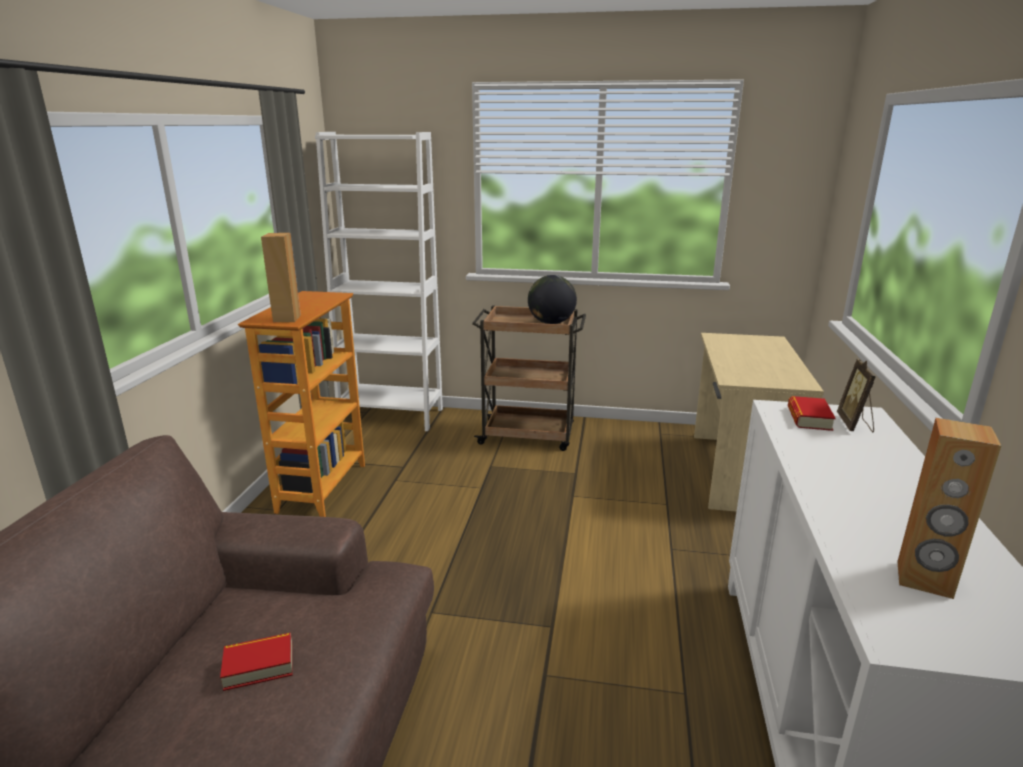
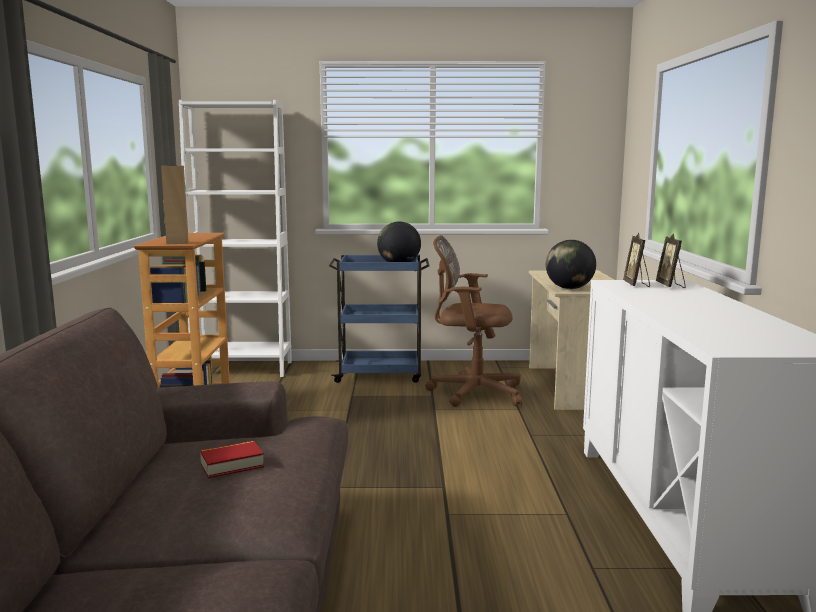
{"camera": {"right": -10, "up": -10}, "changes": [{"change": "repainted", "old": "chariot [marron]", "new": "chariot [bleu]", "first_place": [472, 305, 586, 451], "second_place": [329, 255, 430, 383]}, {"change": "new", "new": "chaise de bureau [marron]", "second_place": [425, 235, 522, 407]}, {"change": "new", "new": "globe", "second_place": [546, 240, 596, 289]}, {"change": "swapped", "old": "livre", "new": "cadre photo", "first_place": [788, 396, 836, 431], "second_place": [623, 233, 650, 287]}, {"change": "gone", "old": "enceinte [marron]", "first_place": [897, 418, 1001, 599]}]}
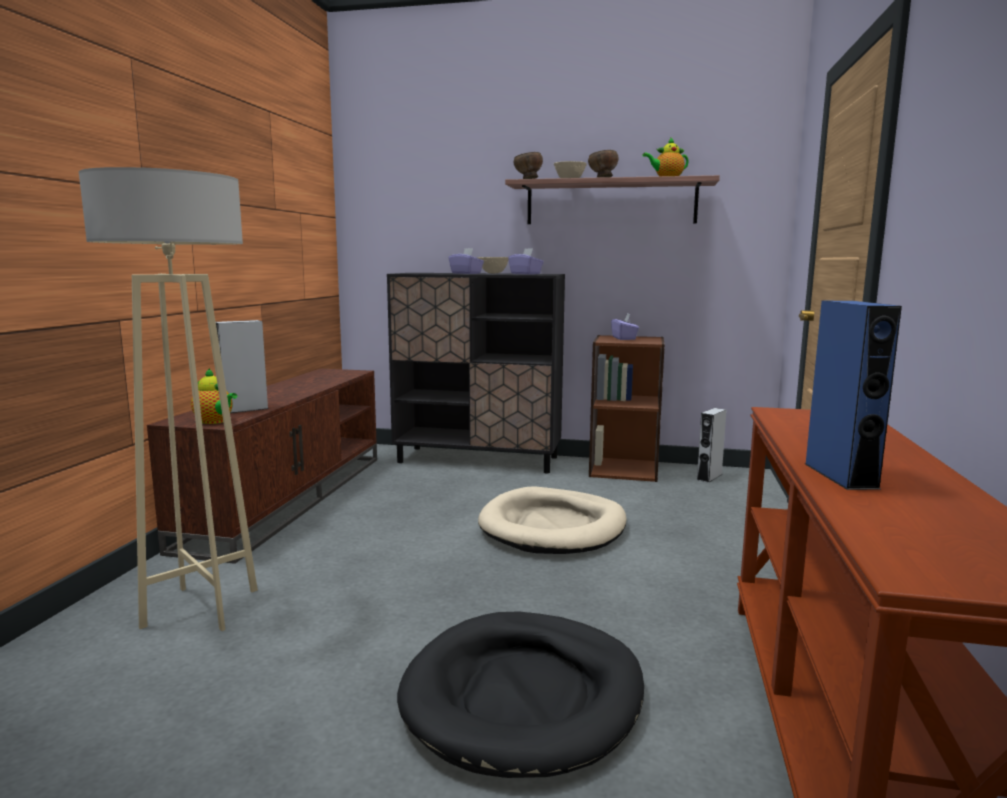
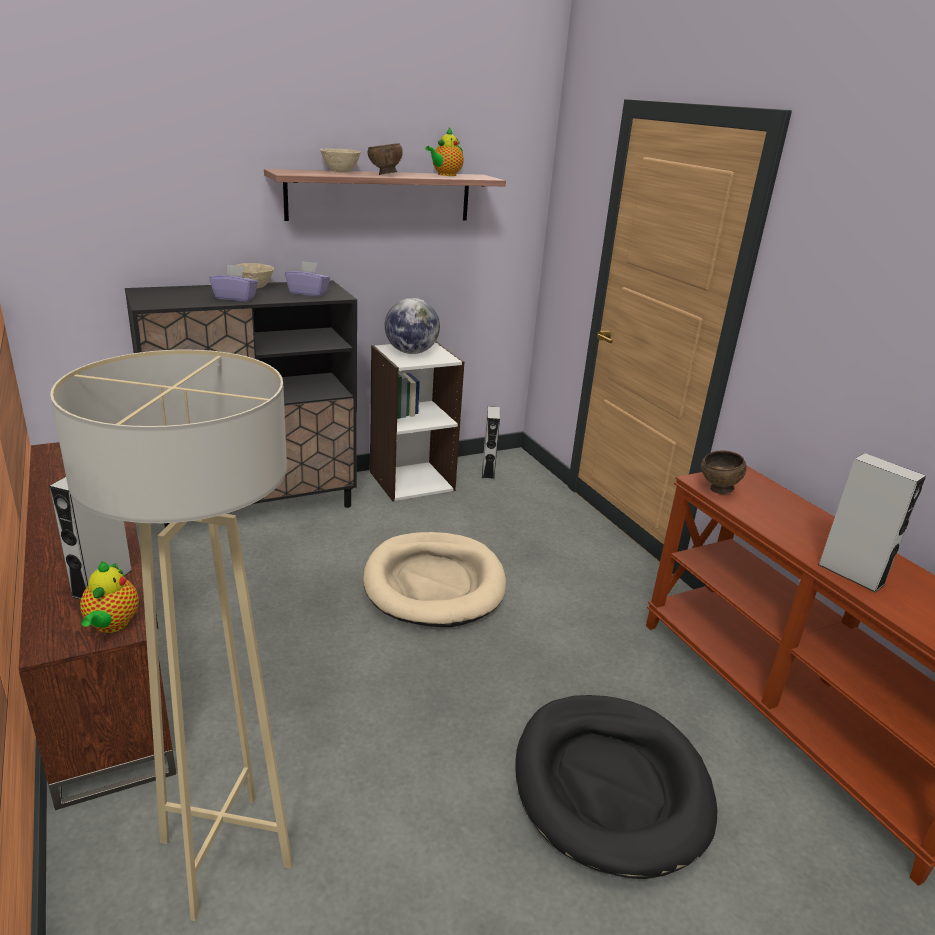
{"camera": {"right": -40, "up": 15}, "changes": [{"change": "rotated", "old": "théière", "first_place": [191, 368, 237, 424], "second_place": [80, 561, 139, 633], "degrees": 90}, {"change": "repainted", "old": "bibliothèque [marron]", "new": "bibliothèque [blanc]", "first_place": [589, 335, 665, 482], "second_place": [370, 341, 465, 501]}, {"change": "swapped", "old": "boîte à mouchoirs [violet]", "new": "globe", "first_place": [611, 313, 639, 340], "second_place": [385, 298, 440, 354]}, {"change": "shifted", "old": "bol [marron]", "first_place": [514, 152, 543, 179], "second_place": [701, 450, 747, 494]}, {"change": "repainted", "old": "enceinte [bleu]", "new": "enceinte [gris]", "first_place": [805, 301, 902, 490], "second_place": [818, 453, 926, 593]}]}
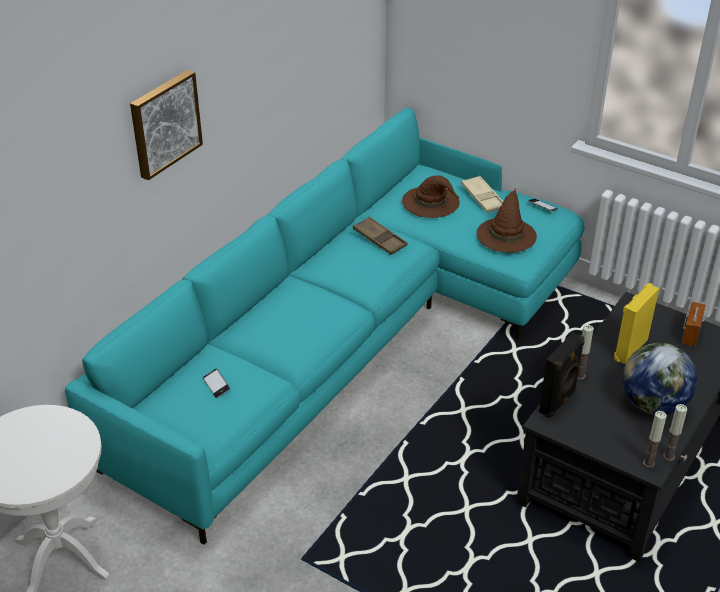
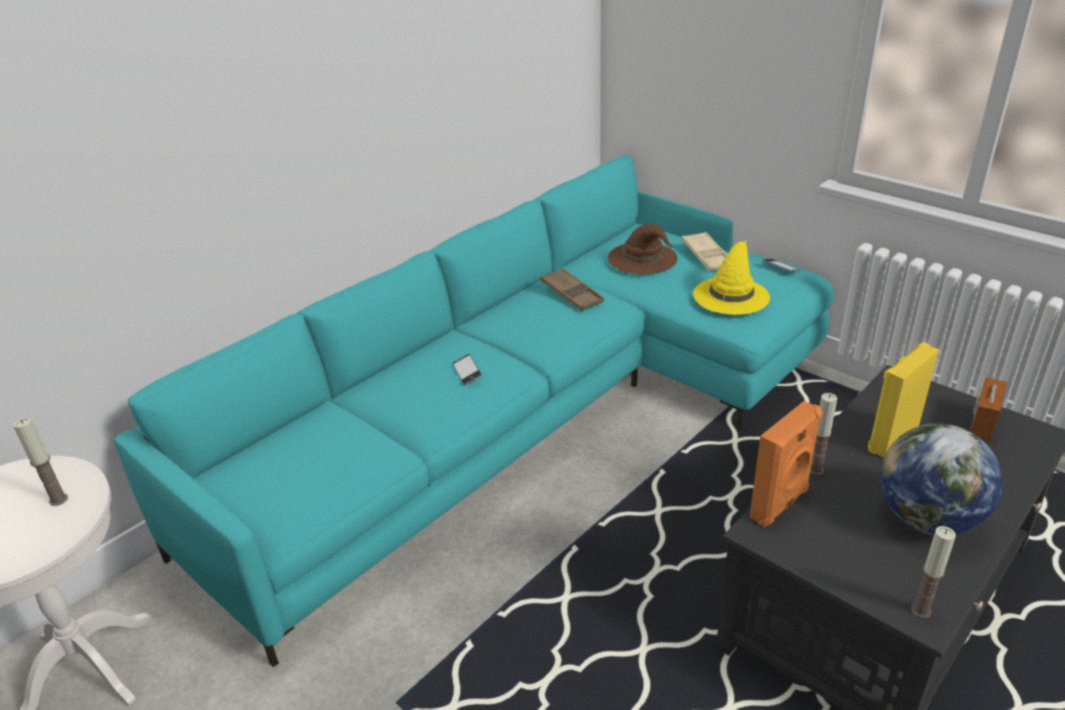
{"camera": {"right": 10, "up": -5}, "changes": [{"change": "shifted", "old": "bougie", "first_place": [663, 404, 687, 461], "second_place": [13, 417, 68, 506]}, {"change": "shifted", "old": "téléphone", "first_place": [203, 369, 230, 398], "second_place": [452, 354, 482, 385]}, {"change": "repainted", "old": "chapeau [marron]", "new": "chapeau [jaune]", "first_place": [476, 188, 537, 253], "second_place": [693, 241, 770, 315]}, {"change": "repainted", "old": "enceinte [noir]", "new": "enceinte [orange]", "first_place": [539, 332, 584, 418], "second_place": [749, 401, 822, 527]}, {"change": "gone", "old": "tableau", "first_place": [130, 70, 203, 180]}]}
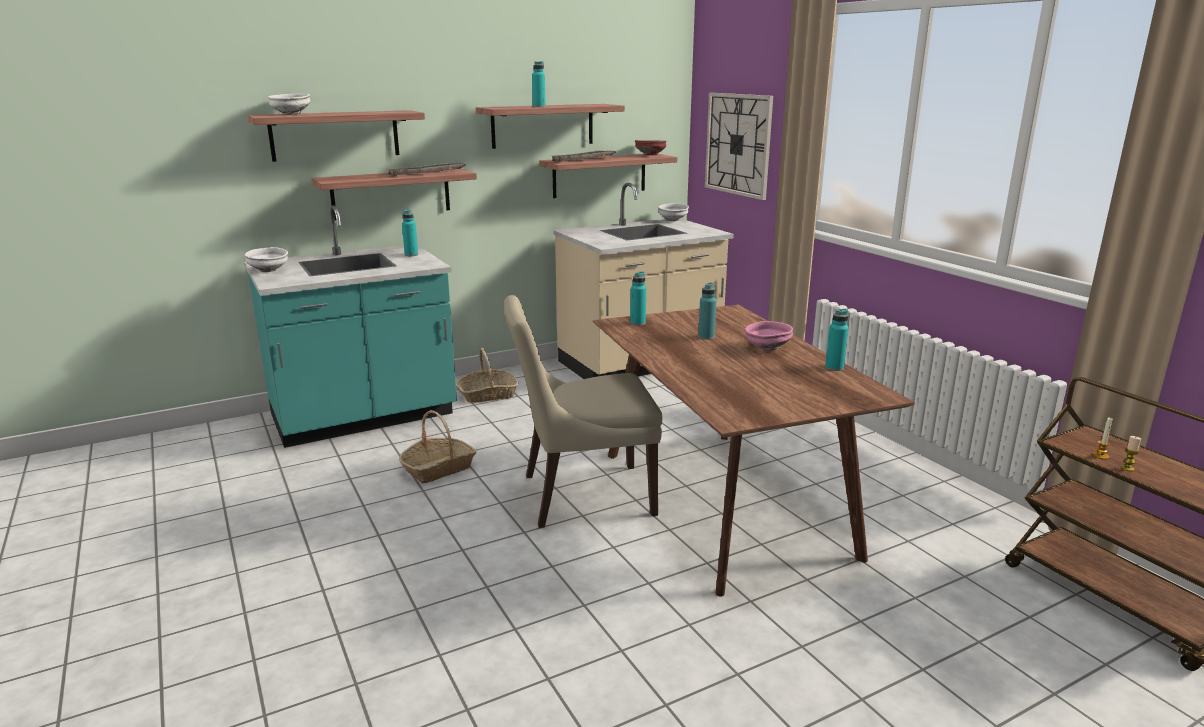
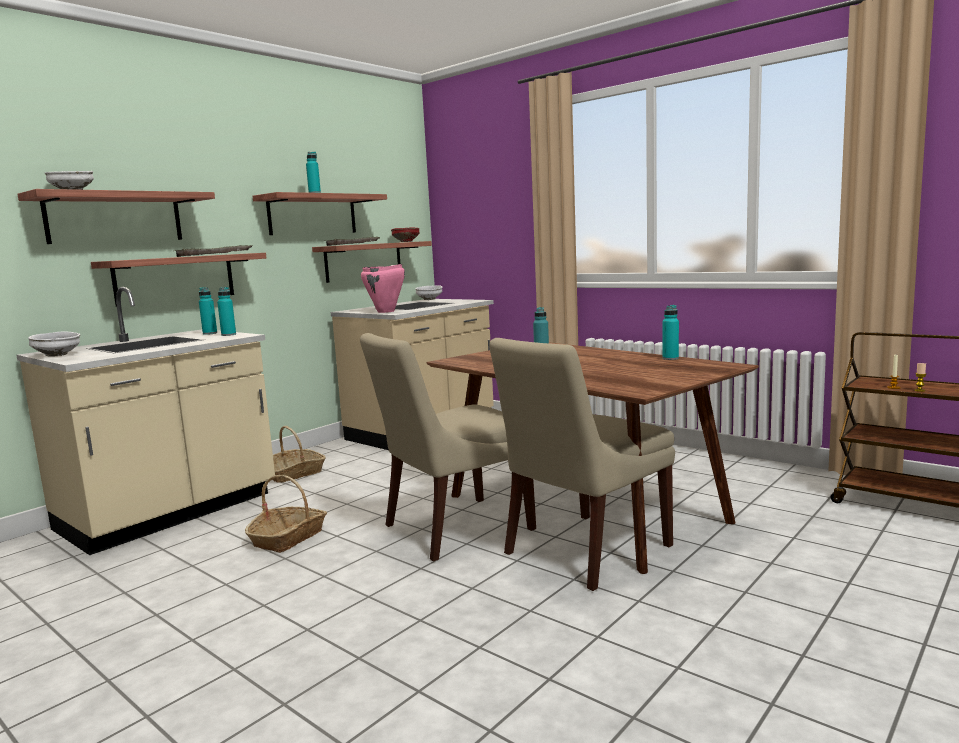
{"camera": {"right": -20, "up": -10}, "changes": [{"change": "repainted", "old": "comptoir de cuisine [turquoise]", "new": "comptoir de cuisine [beige]", "first_place": [244, 205, 457, 448], "second_place": [16, 287, 275, 555]}, {"change": "shifted", "old": "bouteille [turquoise]", "first_place": [630, 272, 646, 325], "second_place": [217, 287, 236, 336]}, {"change": "new", "new": "marmite [rose]", "second_place": [361, 264, 405, 313]}, {"change": "new", "new": "chaise [beige]", "second_place": [489, 338, 675, 591]}, {"change": "gone", "old": "horloge murale", "first_place": [705, 93, 773, 200]}, {"change": "gone", "old": "bol [rose]", "first_place": [745, 321, 793, 350]}]}
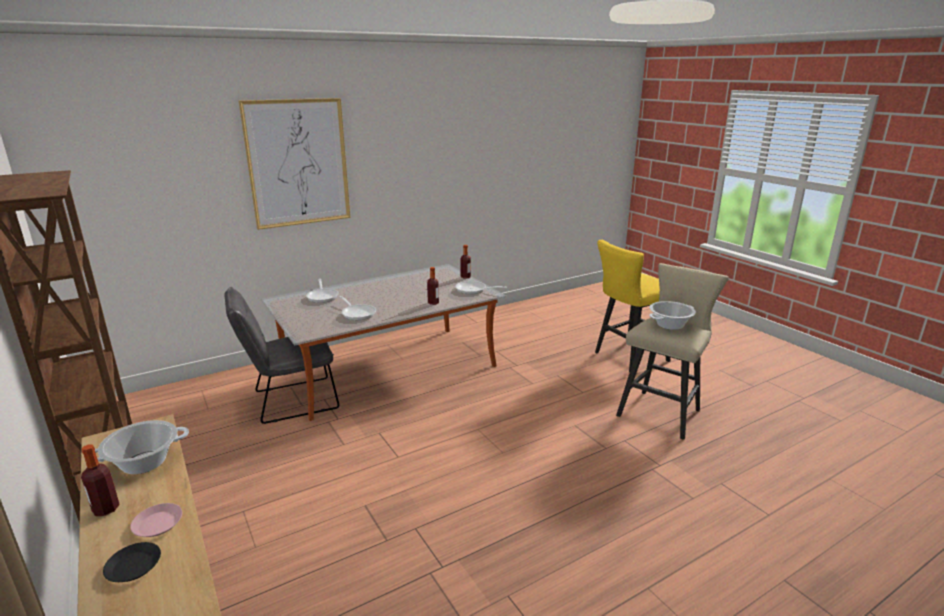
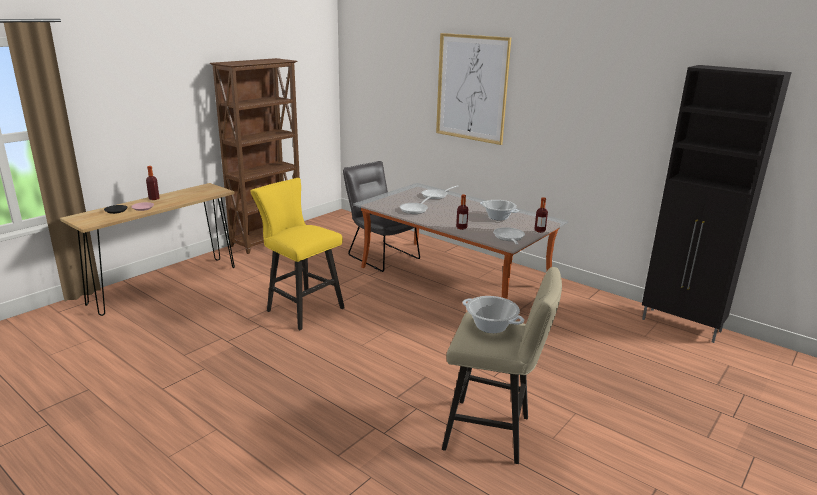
{"camera": {"right": 70, "up": 0}, "changes": [{"change": "shifted", "old": "tabouret [jaune]", "first_place": [595, 240, 671, 372], "second_place": [250, 178, 345, 330]}, {"change": "shifted", "old": "marmite", "first_place": [95, 420, 189, 474], "second_place": [480, 200, 519, 221]}, {"change": "new", "new": "meuble de rangement [noir]", "second_place": [642, 65, 792, 343]}]}
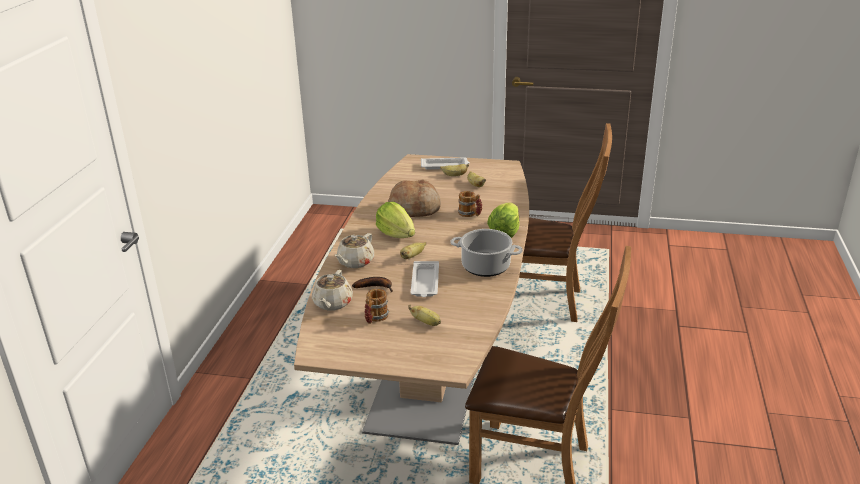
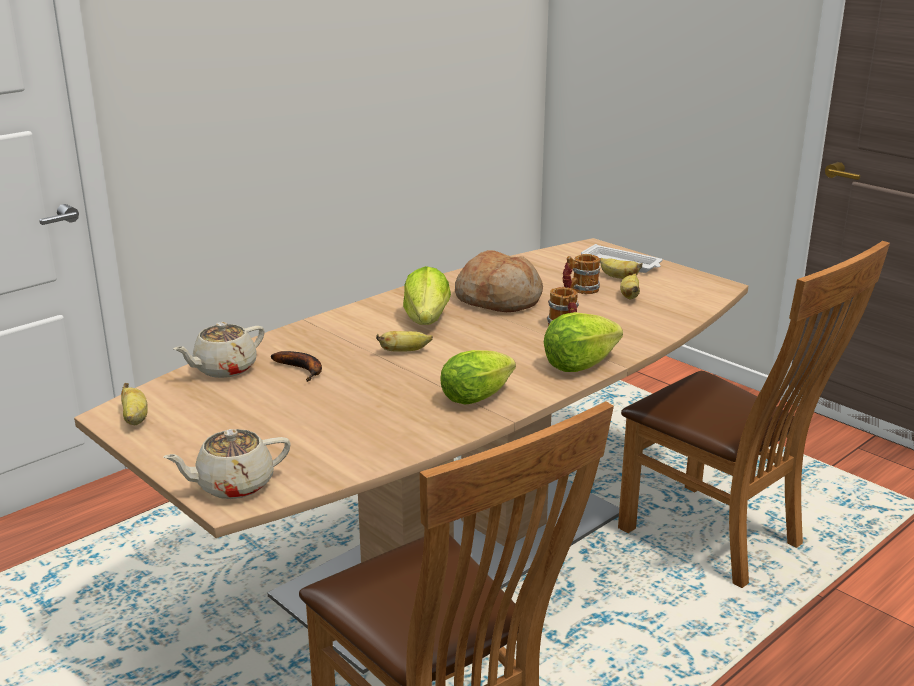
{"camera": {"right": 35, "up": -5}, "changes": [{"change": "shifted", "old": "banane", "first_place": [408, 304, 441, 326], "second_place": [121, 383, 148, 425]}, {"change": "shifted", "old": "théière [beige]", "first_place": [335, 233, 374, 268], "second_place": [163, 429, 291, 499]}, {"change": "swapped", "old": "marmite", "new": "laitue", "first_place": [451, 229, 523, 277], "second_place": [440, 350, 516, 404]}, {"change": "shifted", "old": "mug", "first_place": [365, 289, 389, 324], "second_place": [562, 254, 600, 294]}, {"change": "gone", "old": "plateau [blanc]", "first_place": [411, 261, 439, 297]}]}
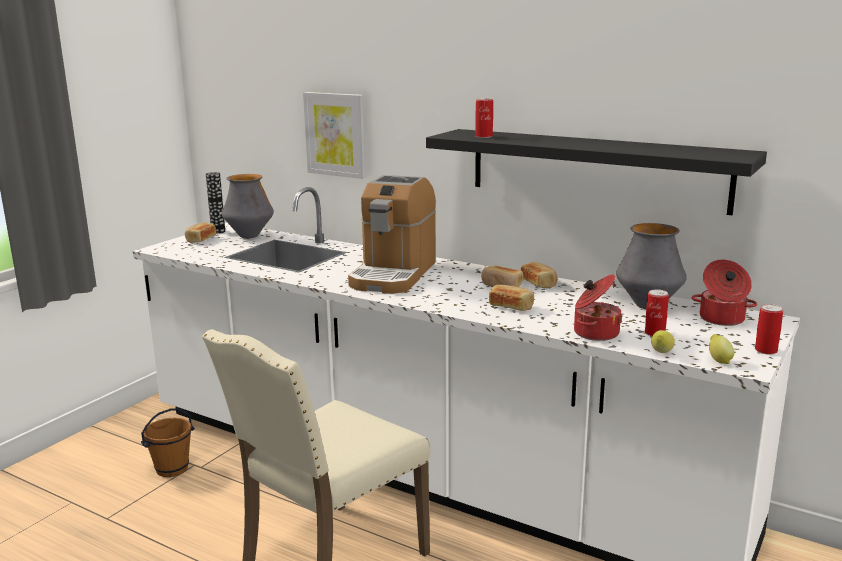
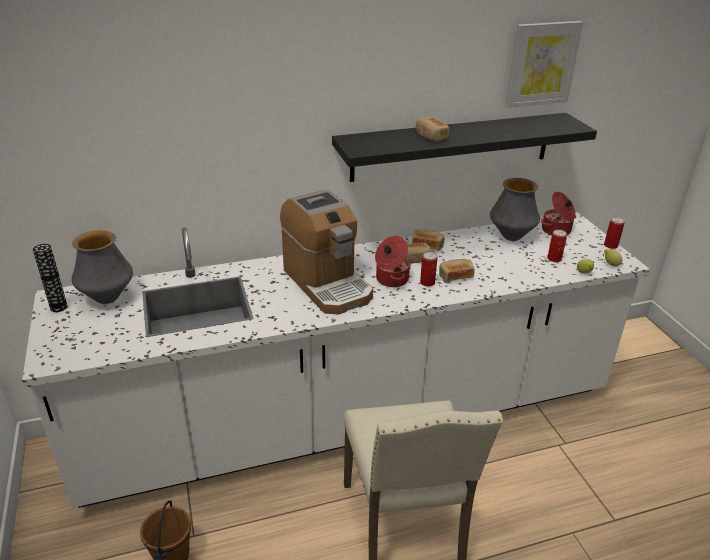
{"camera": {"right": -50, "up": 15}, "changes": [{"change": "shifted", "old": "marmite", "first_place": [574, 275, 623, 341], "second_place": [375, 236, 411, 287]}, {"change": "shifted", "old": "pain", "first_place": [185, 222, 216, 243], "second_place": [416, 117, 449, 142]}, {"change": "shifted", "old": "boîte métallique", "first_place": [475, 98, 493, 138], "second_place": [420, 252, 437, 287]}, {"change": "shifted", "old": "tableau", "first_place": [303, 92, 366, 179], "second_place": [506, 21, 583, 108]}]}
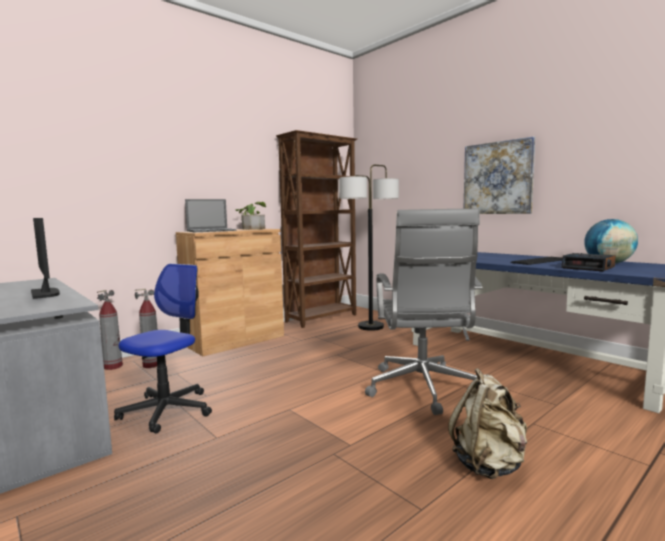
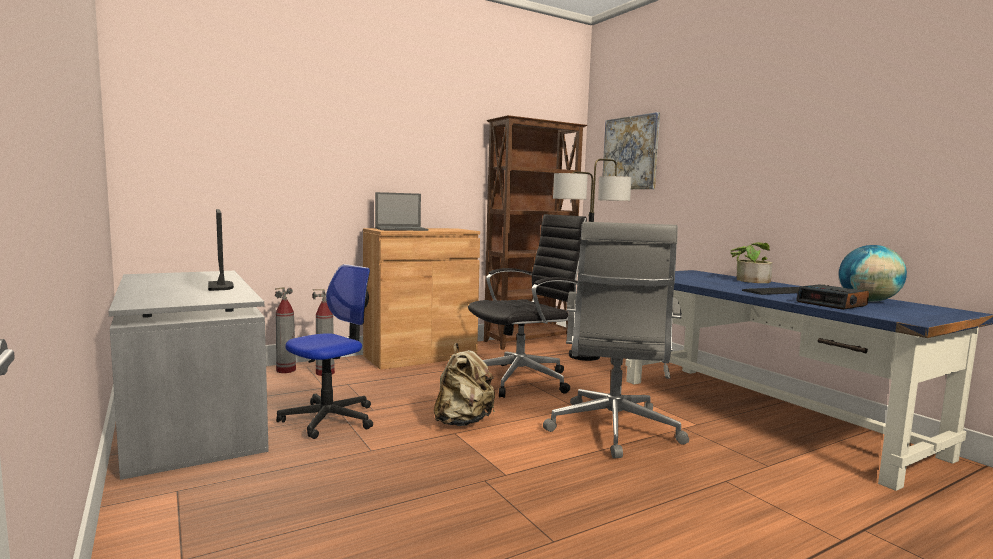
{"camera": {"right": 10, "up": 0}, "changes": [{"change": "shifted", "old": "sac à dos [beige]", "first_place": [448, 368, 527, 479], "second_place": [434, 343, 495, 426]}, {"change": "new", "new": "chaise de bureau [noir]", "second_place": [468, 214, 587, 398]}, {"change": "shifted", "old": "tableau", "first_place": [464, 136, 535, 214], "second_place": [603, 112, 660, 189]}, {"change": "shifted", "old": "plante en pot", "first_place": [235, 202, 266, 230], "second_place": [730, 242, 773, 283]}]}
